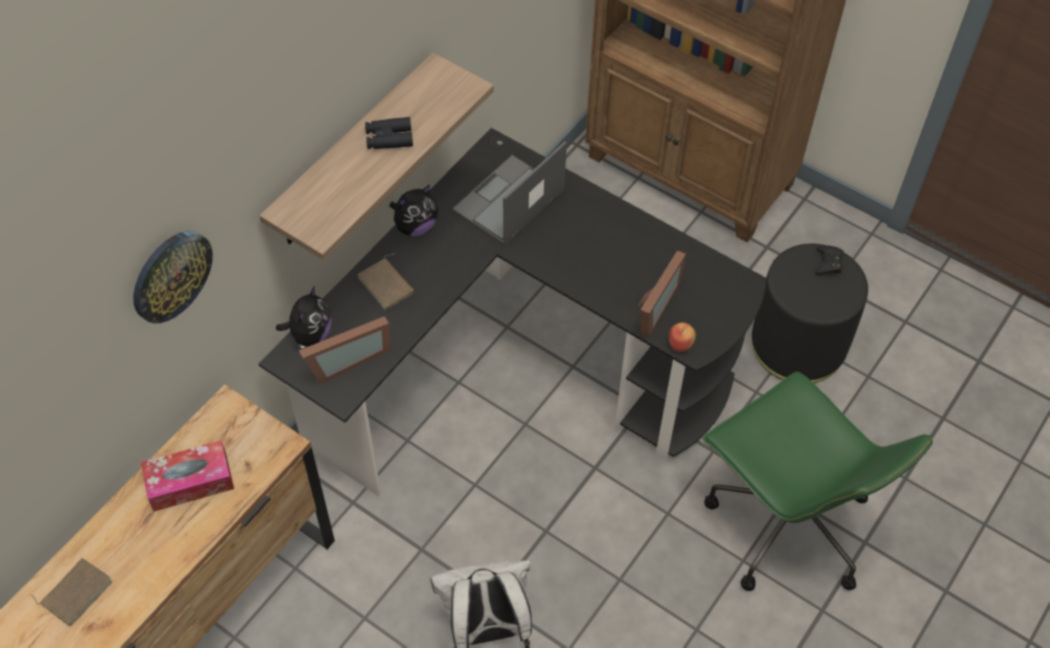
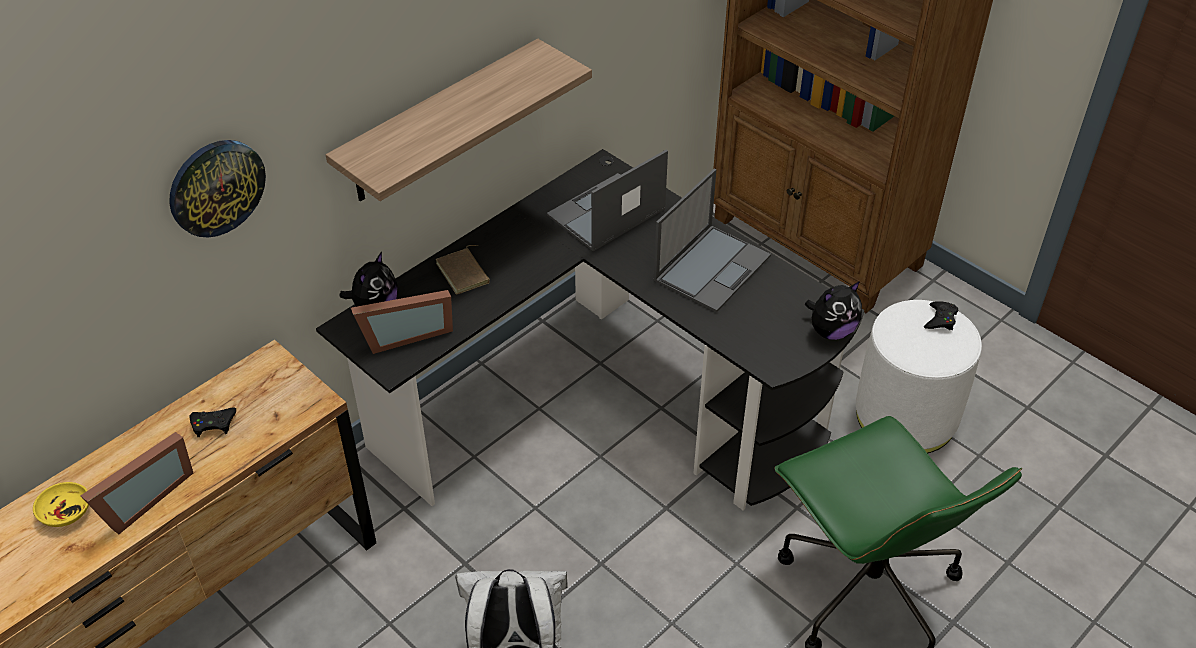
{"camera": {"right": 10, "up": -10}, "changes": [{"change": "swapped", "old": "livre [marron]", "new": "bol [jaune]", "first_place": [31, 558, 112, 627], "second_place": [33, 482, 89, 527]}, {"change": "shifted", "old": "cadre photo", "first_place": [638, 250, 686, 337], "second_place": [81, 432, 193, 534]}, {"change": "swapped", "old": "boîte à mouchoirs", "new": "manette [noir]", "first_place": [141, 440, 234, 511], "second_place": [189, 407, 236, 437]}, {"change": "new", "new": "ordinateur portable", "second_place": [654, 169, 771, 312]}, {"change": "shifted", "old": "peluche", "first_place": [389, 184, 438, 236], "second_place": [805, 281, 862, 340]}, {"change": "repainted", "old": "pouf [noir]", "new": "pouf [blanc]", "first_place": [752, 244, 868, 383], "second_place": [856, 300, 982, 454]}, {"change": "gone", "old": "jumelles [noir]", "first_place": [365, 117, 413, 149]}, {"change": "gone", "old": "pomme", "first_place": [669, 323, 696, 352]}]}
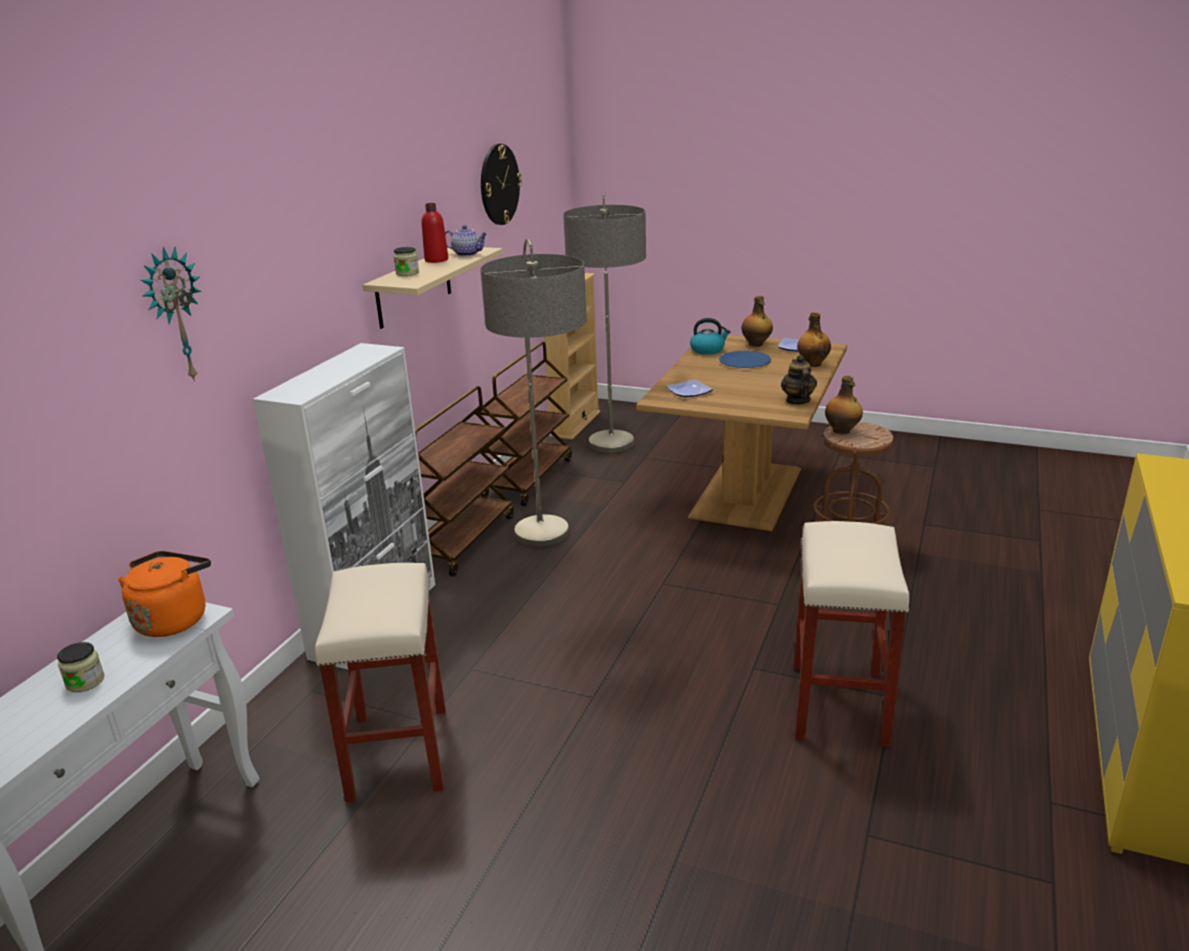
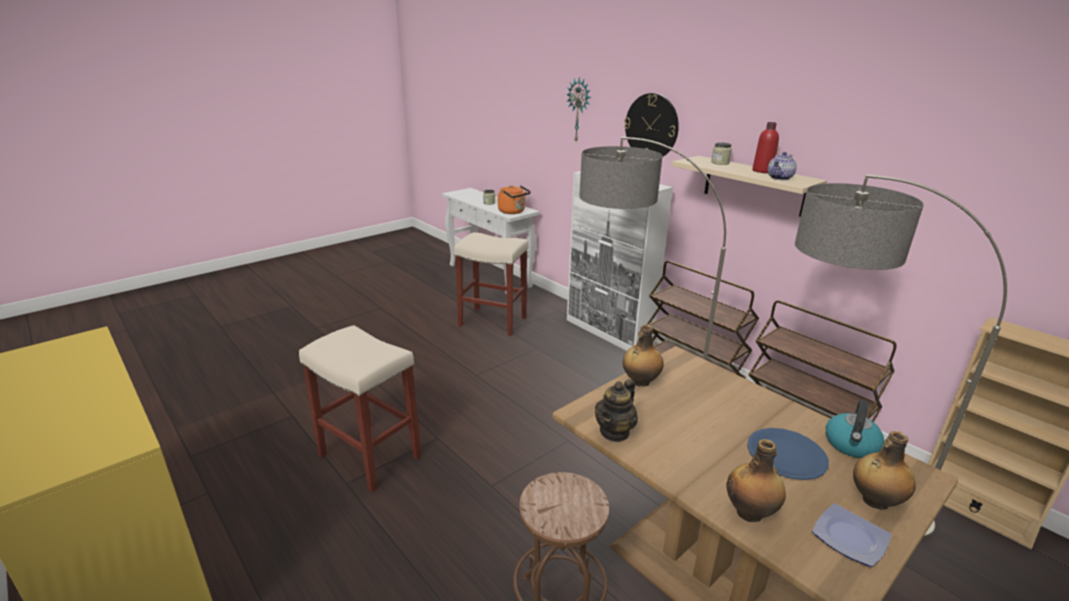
{"camera": {"right": 115, "up": 0}, "changes": [{"change": "rotated", "old": "théière", "first_place": [781, 355, 817, 405], "second_place": [595, 379, 638, 442], "degrees": 105}, {"change": "shifted", "old": "bouteille", "first_place": [825, 376, 863, 434], "second_place": [623, 325, 664, 386]}, {"change": "shifted", "old": "horloge murale", "first_place": [481, 144, 522, 225], "second_place": [624, 93, 679, 157]}, {"change": "gone", "old": "assiette", "first_place": [666, 379, 713, 397]}]}
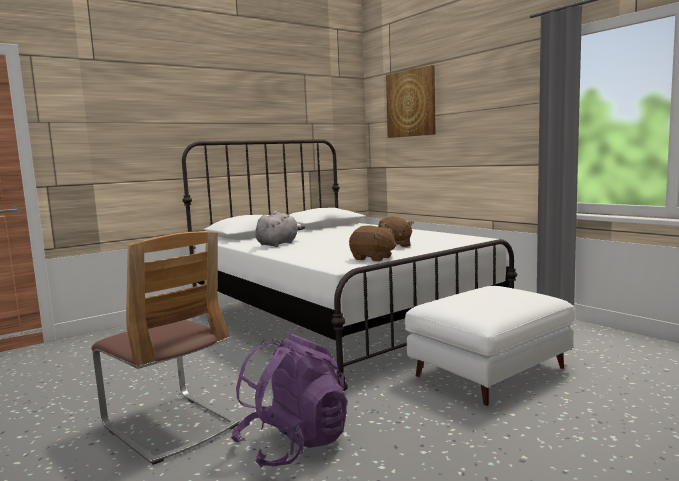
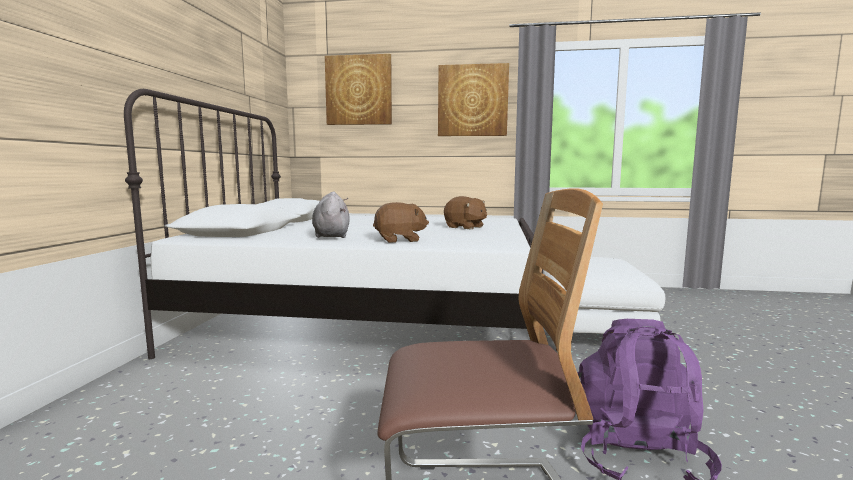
{"camera": {"right": -45, "up": 0}, "changes": [{"change": "shifted", "old": "peluche [marron]", "first_place": [349, 226, 396, 262], "second_place": [373, 202, 429, 243]}, {"change": "new", "new": "tableau", "second_place": [438, 63, 509, 136]}]}
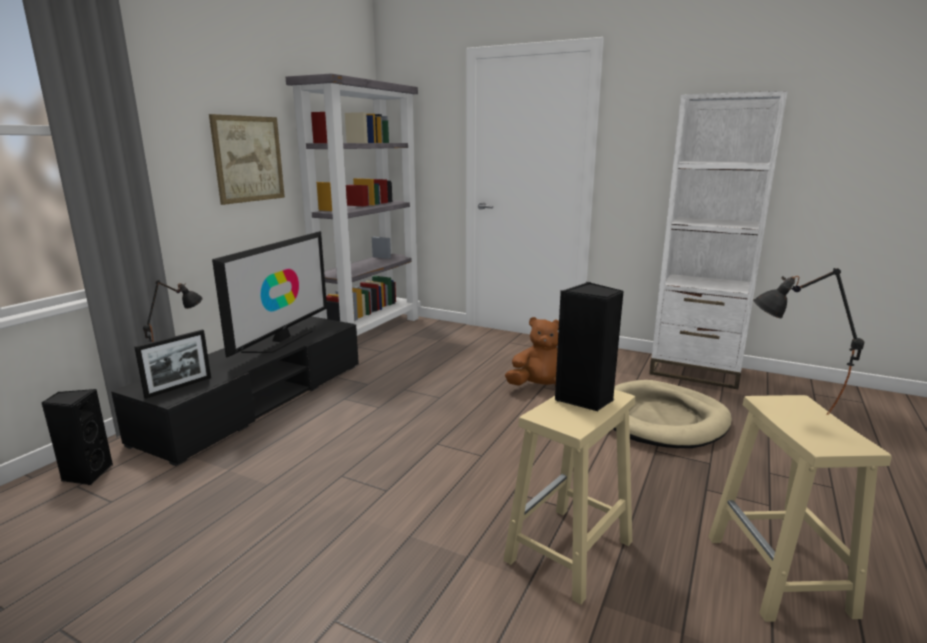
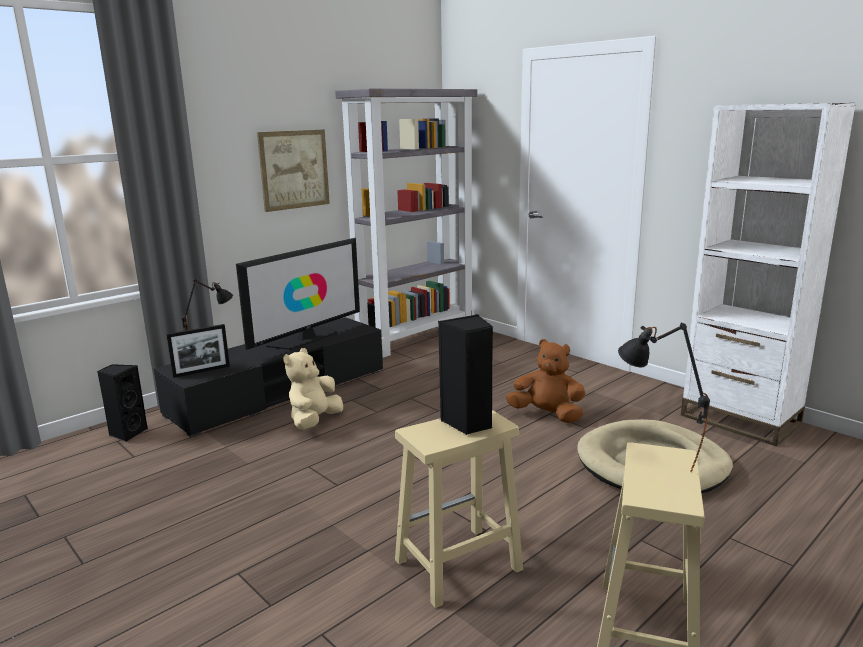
{"camera": {"right": 20, "up": 0}, "changes": [{"change": "new", "new": "peluche [beige]", "second_place": [283, 348, 343, 430]}]}
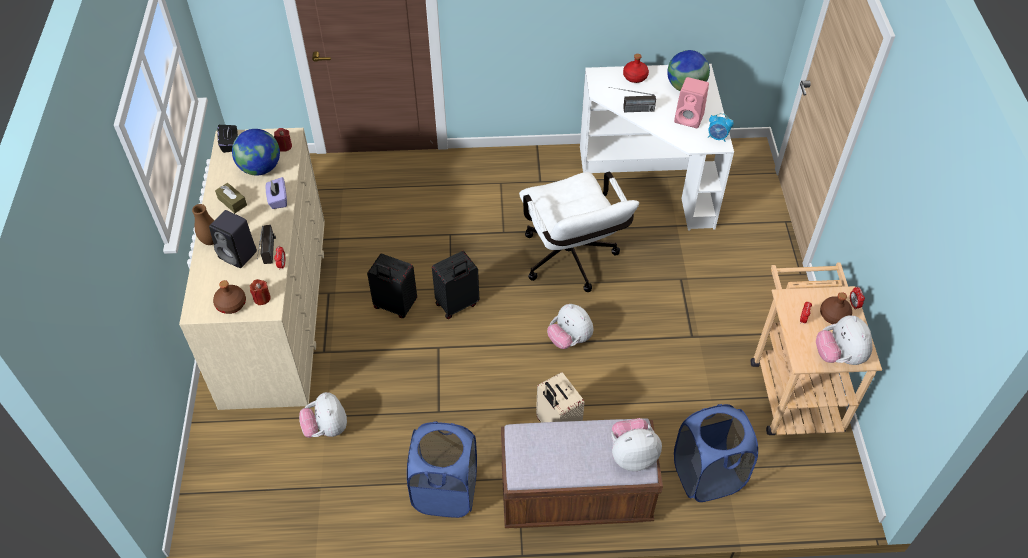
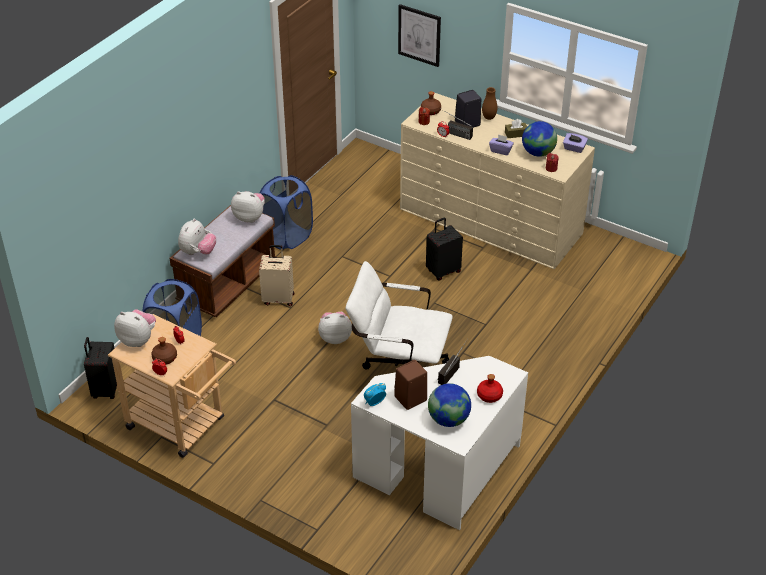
{"camera": {"right": 125, "up": -10}, "changes": [{"change": "shifted", "old": "valise [noir]", "first_place": [432, 251, 479, 319], "second_place": [84, 337, 117, 399]}, {"change": "shifted", "old": "peluche", "first_place": [299, 392, 347, 438], "second_place": [231, 191, 265, 223]}, {"change": "repainted", "old": "enceinte [rose]", "new": "enceinte [marron]", "first_place": [674, 77, 709, 128], "second_place": [394, 360, 427, 410]}, {"change": "new", "new": "tableau", "second_place": [398, 4, 441, 67]}, {"change": "repainted", "old": "boîte à mouchoirs [noir]", "new": "boîte à mouchoirs [violet]", "first_place": [217, 125, 238, 153], "second_place": [563, 133, 588, 153]}]}
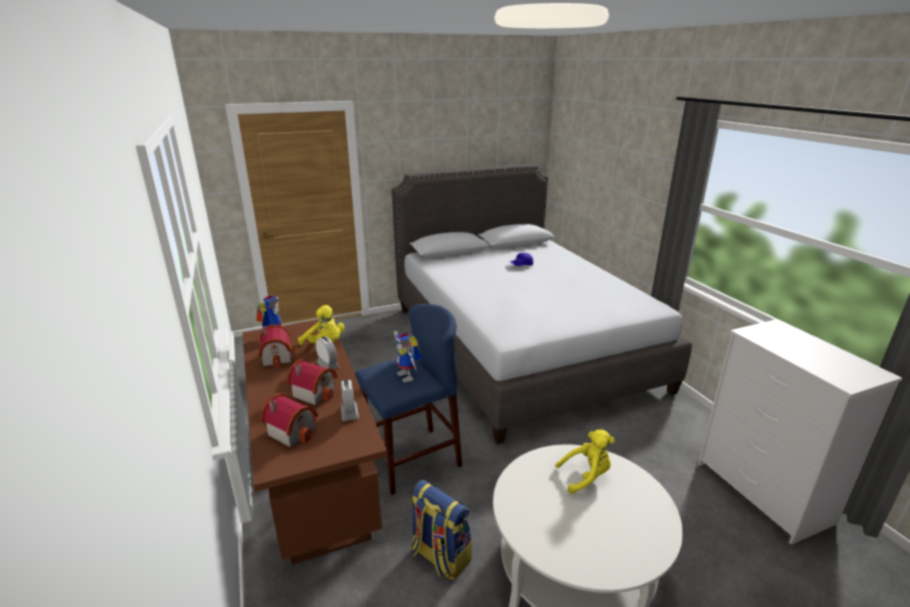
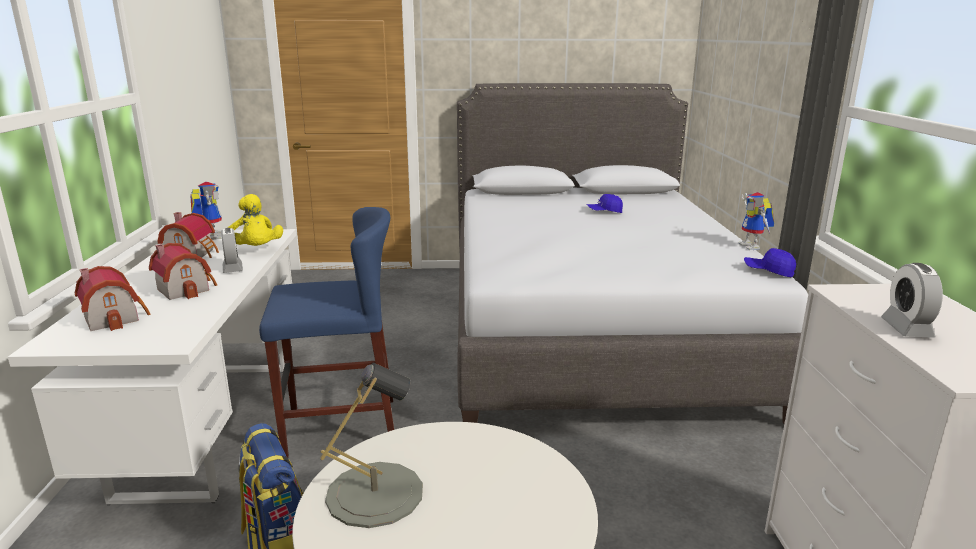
{"camera": {"right": 20, "up": -5}, "changes": [{"change": "repainted", "old": "bureau [marron]", "new": "bureau [blanc]", "first_place": [242, 319, 387, 565], "second_place": [8, 229, 296, 505]}, {"change": "new", "new": "lampe de table [gris]", "second_place": [320, 363, 423, 528]}, {"change": "shifted", "old": "robot jouet", "first_place": [394, 331, 422, 383], "second_place": [738, 192, 774, 250]}, {"change": "new", "new": "casquette [bleu]", "second_place": [744, 248, 796, 277]}, {"change": "shifted", "old": "réveil", "first_place": [341, 380, 359, 421], "second_place": [881, 263, 943, 338]}, {"change": "gone", "old": "peluche [jaune]", "first_place": [555, 430, 615, 494]}]}
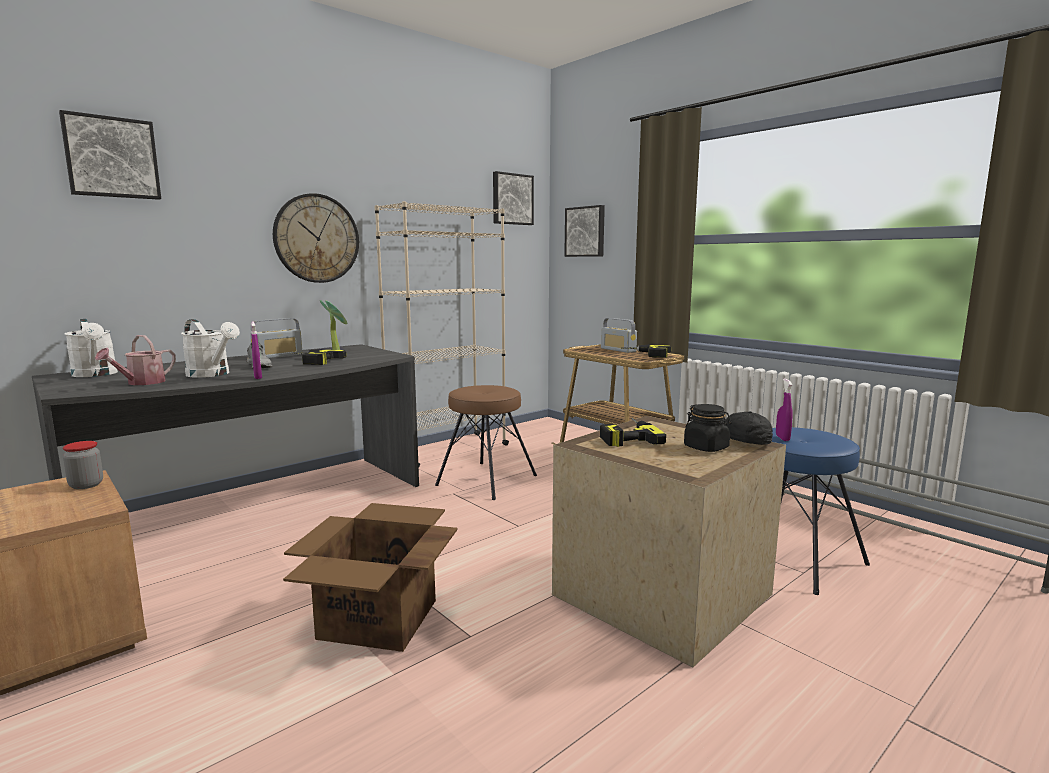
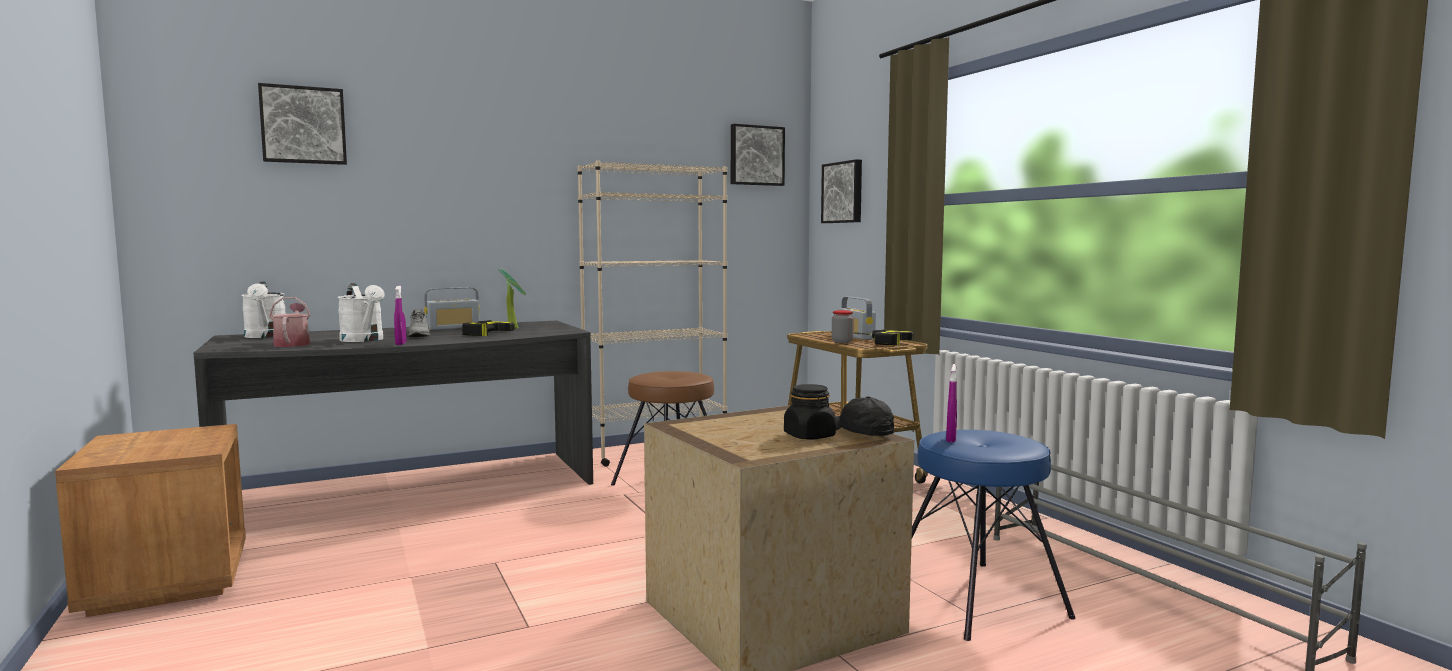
{"camera": {"right": 15, "up": -5}, "changes": [{"change": "rotated", "old": "arrosoir", "first_place": [95, 335, 176, 385], "second_place": [270, 297, 310, 347], "degrees": 120}, {"change": "shifted", "old": "bocal", "first_place": [63, 441, 103, 489], "second_place": [832, 310, 854, 343]}, {"change": "gone", "old": "horloge murale", "first_place": [273, 193, 359, 283]}, {"change": "gone", "old": "carton", "first_place": [283, 503, 458, 652]}, {"change": "gone", "old": "perceuse", "first_place": [600, 417, 666, 447]}]}
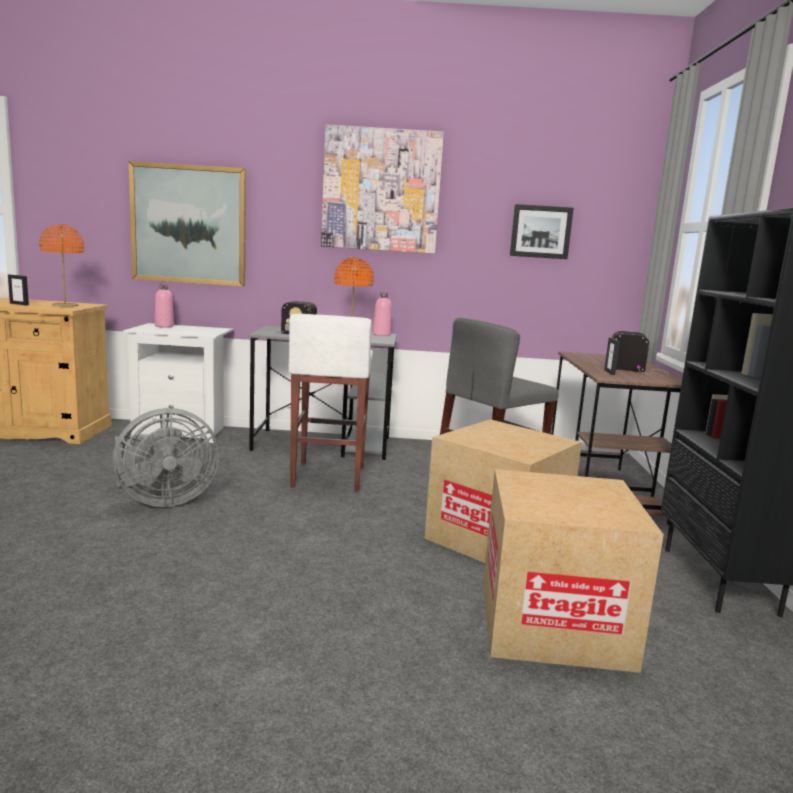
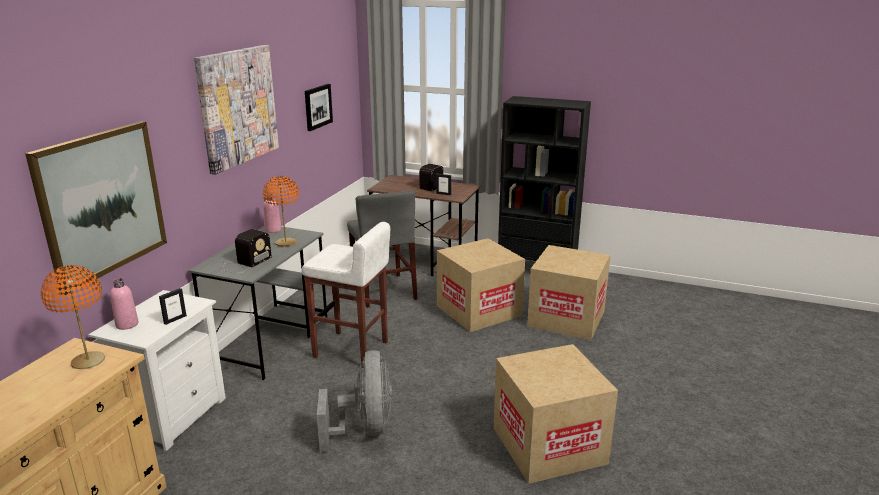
{"camera": {"right": -70, "up": 10}, "changes": [{"change": "shifted", "old": "cadre photo", "first_place": [8, 275, 29, 305], "second_place": [159, 288, 187, 325]}, {"change": "new", "new": "carton", "second_place": [494, 344, 618, 484]}]}
